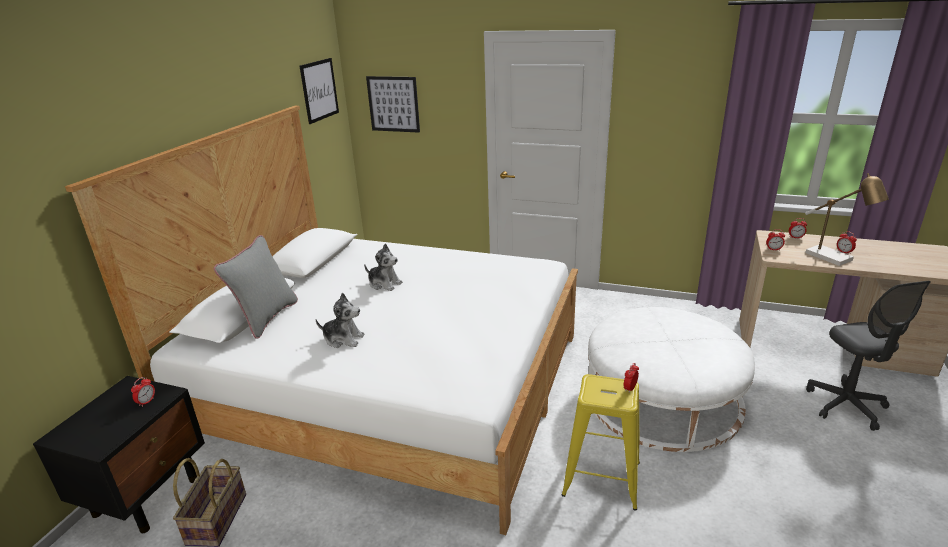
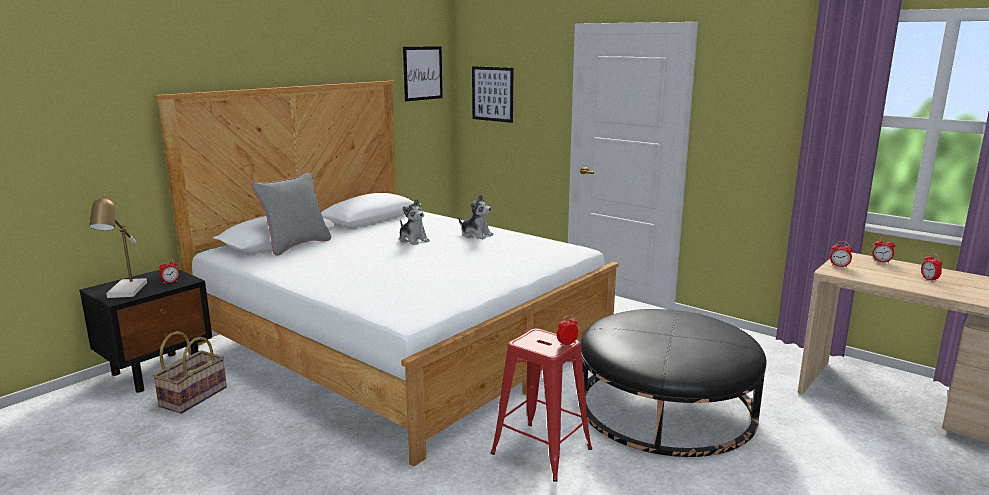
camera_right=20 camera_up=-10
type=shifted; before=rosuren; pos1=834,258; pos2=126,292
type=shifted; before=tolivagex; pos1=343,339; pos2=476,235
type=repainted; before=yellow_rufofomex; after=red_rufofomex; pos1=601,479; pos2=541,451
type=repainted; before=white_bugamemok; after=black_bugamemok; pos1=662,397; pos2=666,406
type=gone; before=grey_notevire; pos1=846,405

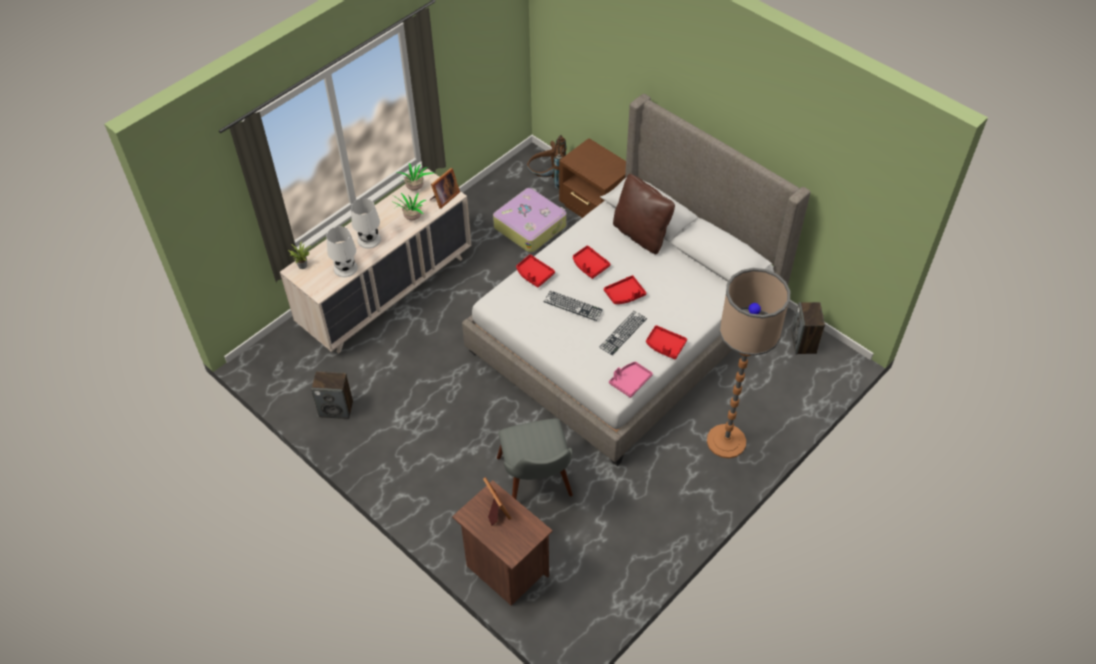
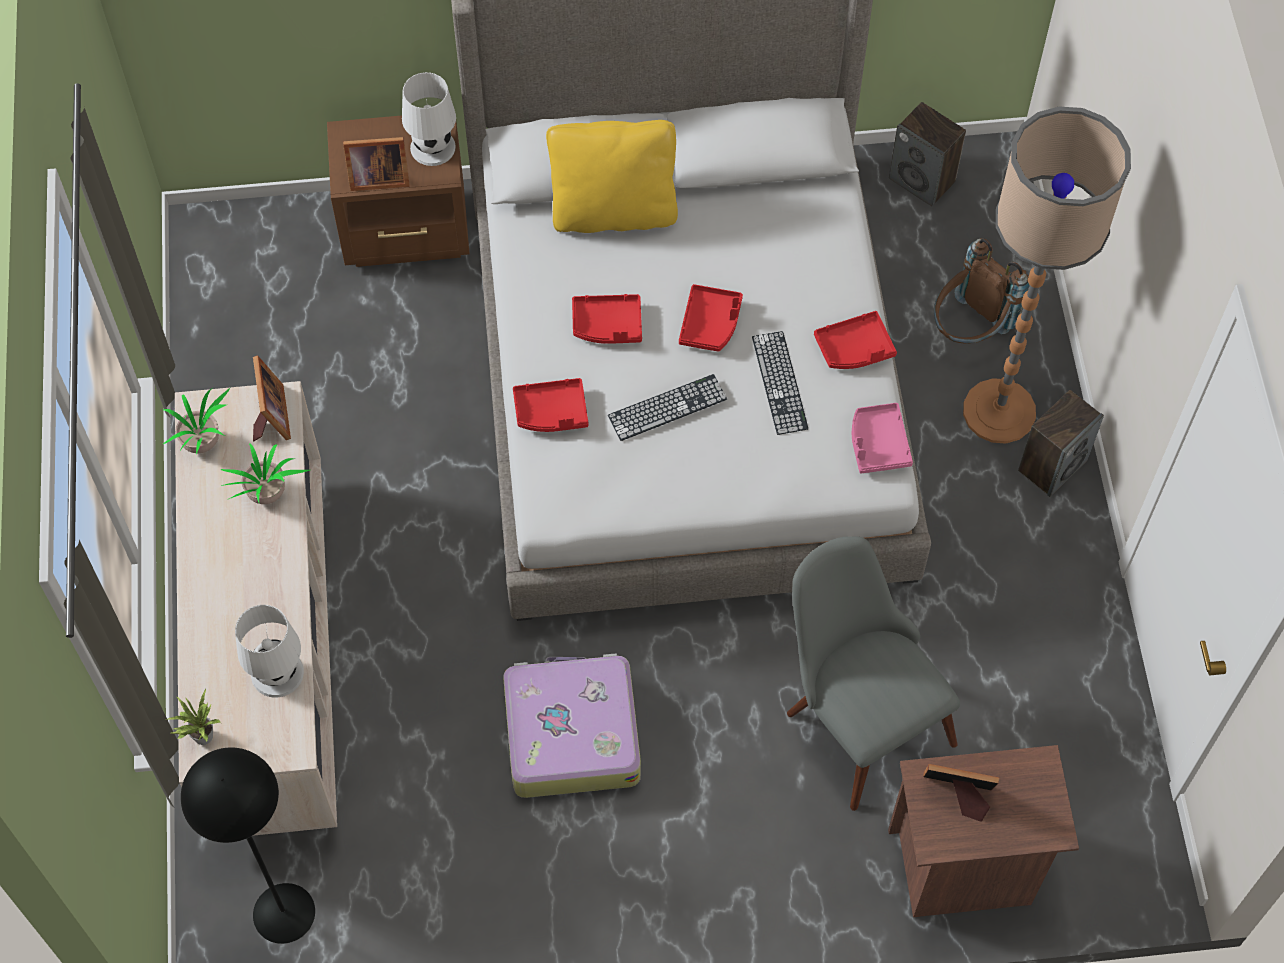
camera_right=-50 camera_up=10
type=new; after=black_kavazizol; pos2=284,913
type=new; after=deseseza; pos2=376,177
type=shifted; before=white_rosuren; pos1=369,240; pos2=433,147
type=shifted; before=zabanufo; pos1=530,226; pos2=571,733
type=repainted; before=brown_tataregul; after=yellow_tataregul; pos1=641,234; pos2=613,211
type=rotated; before=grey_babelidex; pos1=538,485; pos2=856,712; turn=-150
type=shifted; before=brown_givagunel; pos1=548,179; pos2=969,330
type=shifted; before=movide; pos1=336,408; pos2=1052,465

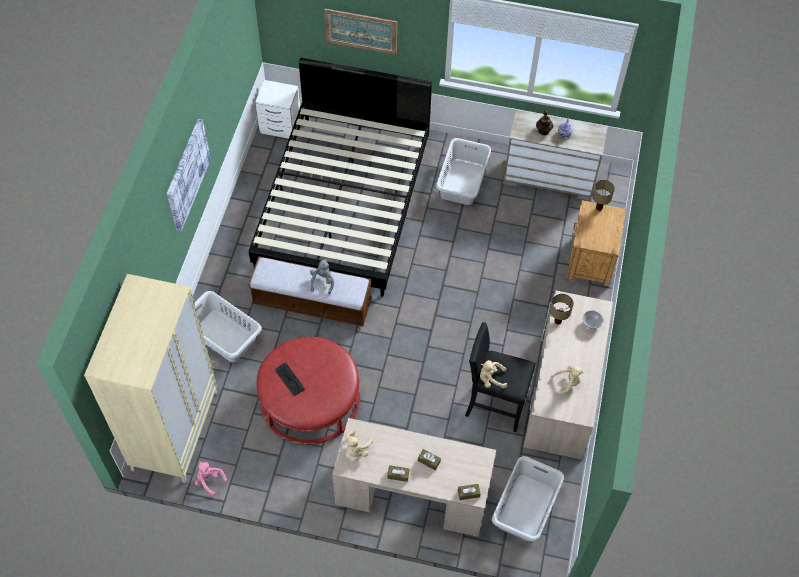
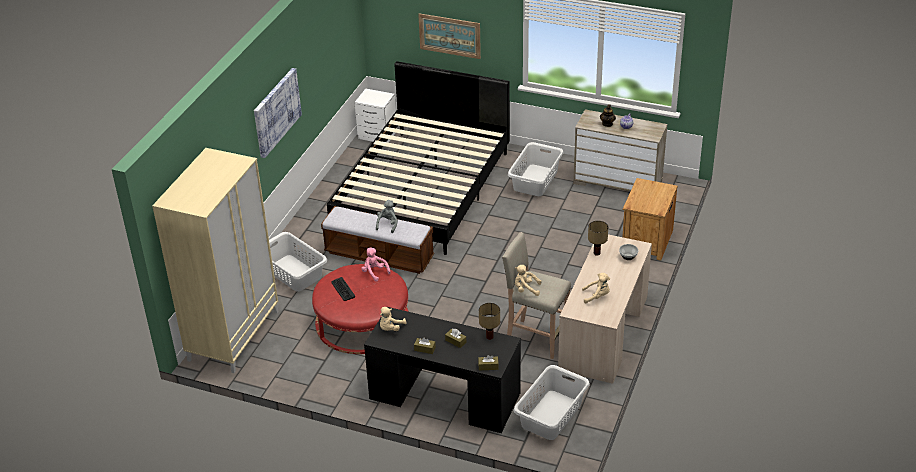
camera_right=10 camera_up=-20
type=shifted; before=pink_tolivagex; pos1=209,480; pos2=374,272
type=repainted; before=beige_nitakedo; after=black_nitakedo; pos1=412,492; pos2=444,395
type=shifted; before=rosuren; pos1=598,208; pos2=489,337
type=repainted; before=black_rufofomex; after=beige_rufofomex; pos1=494,405; pos2=535,338

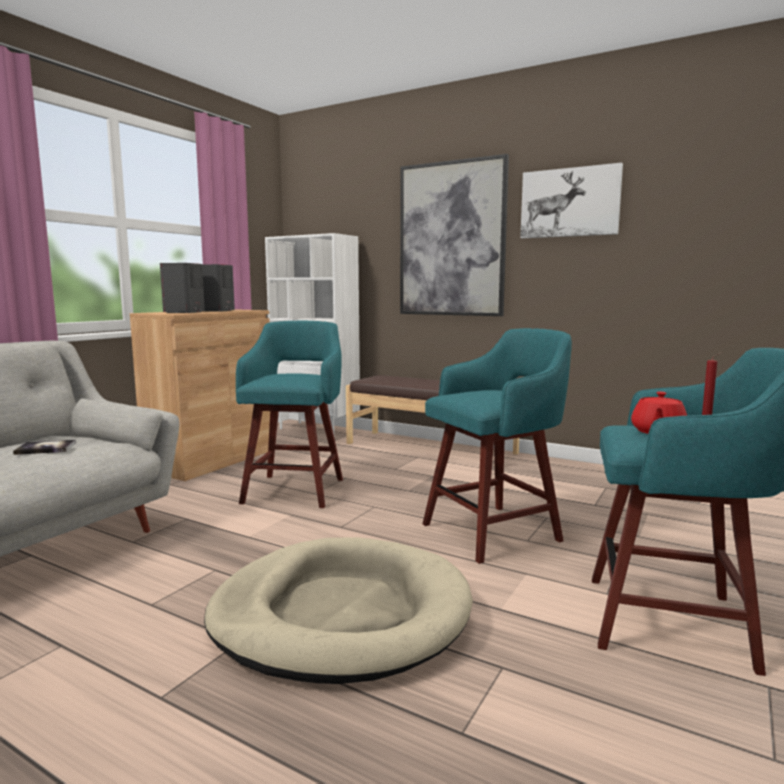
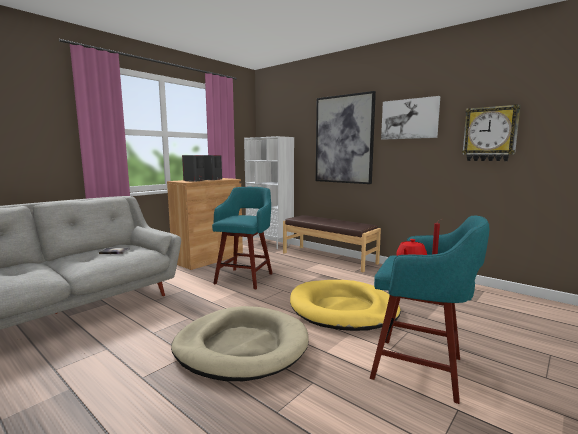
camera_right=10 camera_up=0
type=swapped; before=turquoise_rufofomex; after=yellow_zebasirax; pos1=494,532; pos2=343,309
type=new; after=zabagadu; pos2=490,134

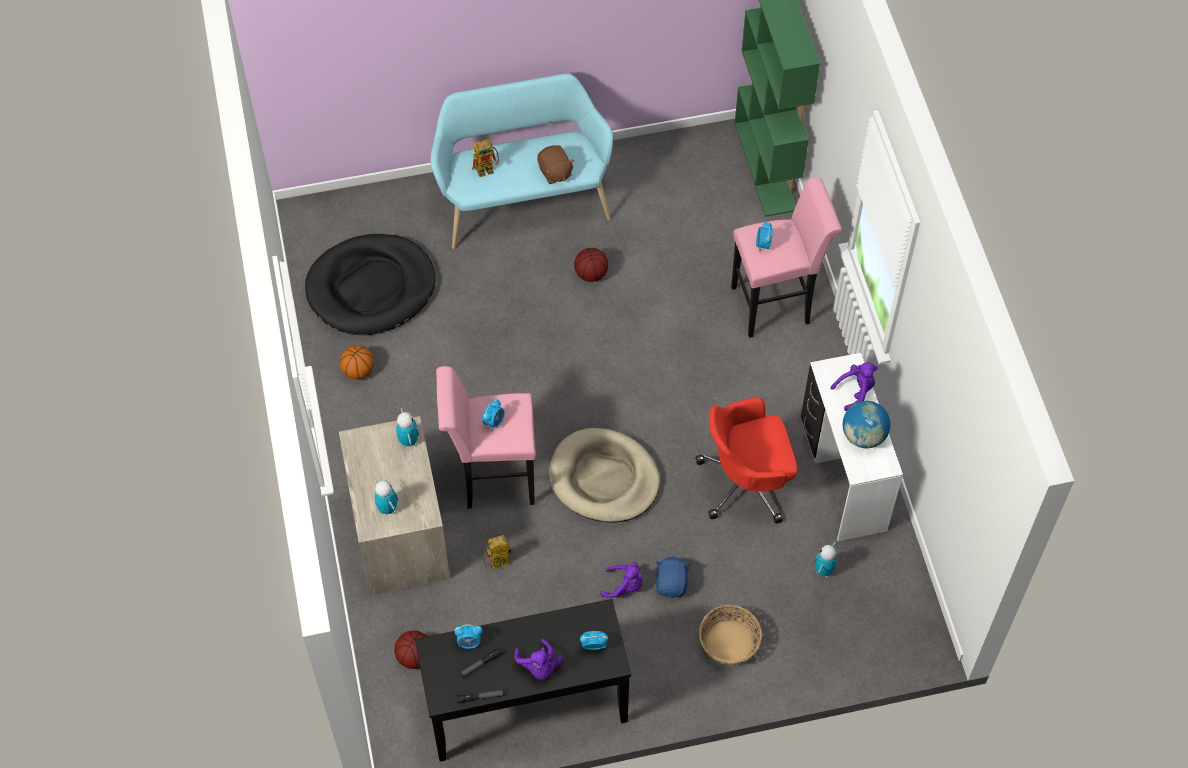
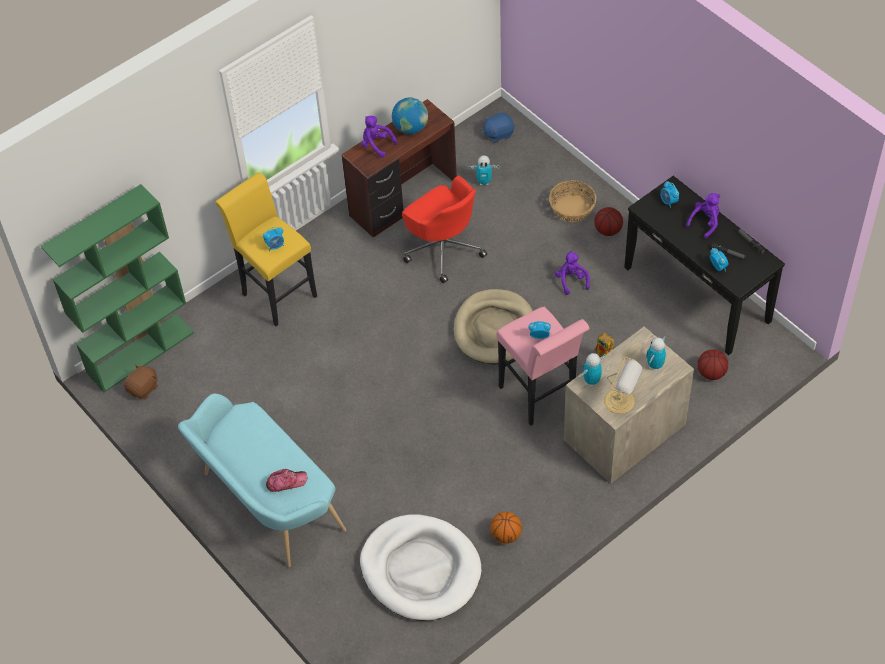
camera_right=-115 camera_up=-5
type=shifted; before=brown_tolivagex; pos1=555,172; pos2=143,388
type=repainted; before=pink_rufofomex; after=yellow_rufofomex; pos1=776,304; pos2=276,292
type=swapped; before=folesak; after=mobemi; pos1=488,168; pos2=286,482
type=repainted; before=white_nitakedo; after=brown_nitakedo; pos1=841,476; pos2=404,200
type=repainted; before=black_zebasirax; after=white_zebasirax; pos1=371,288; pos2=420,570
type=shifted; before=blue_tolivagex; pos1=671,583; pos2=498,134
type=shifted; before=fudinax; pos1=591,274; pos2=608,230
type=new; after=rosuren; pos2=621,401

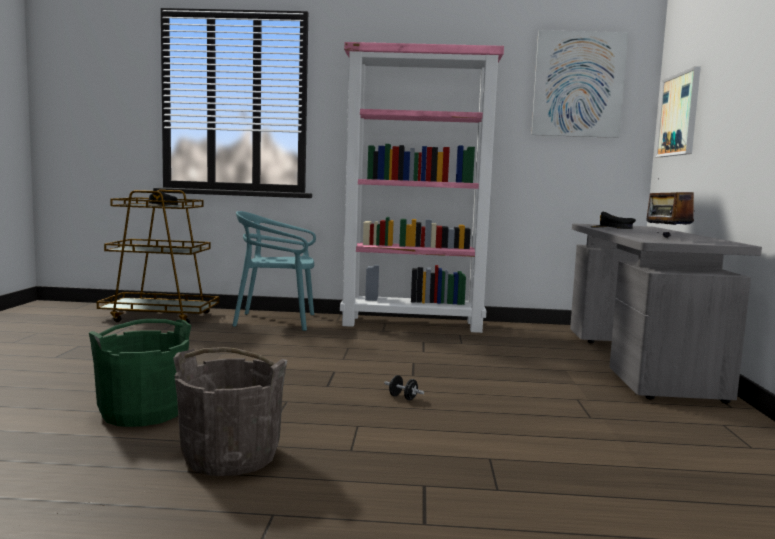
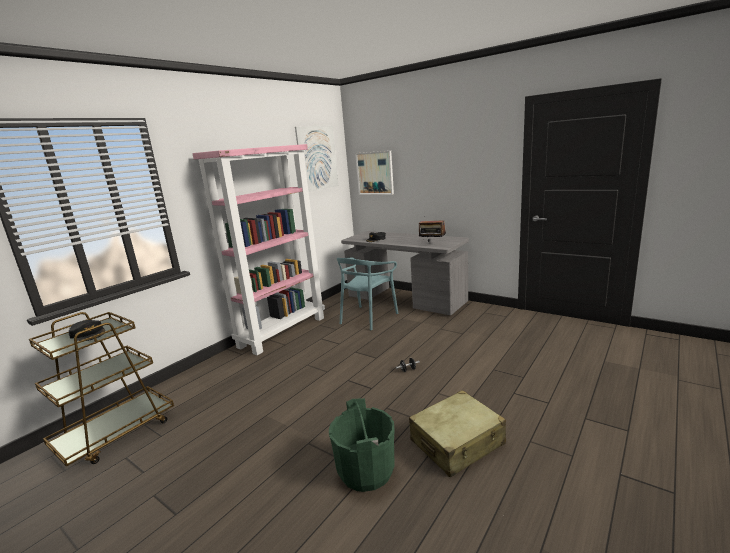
camera_right=-55 camera_up=10
type=shifted; before=turquoise_babelidex; pos1=276,321; pos2=368,318
type=swapped; before=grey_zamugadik; after=beige_zabanufo; pos1=231,456; pos2=457,443

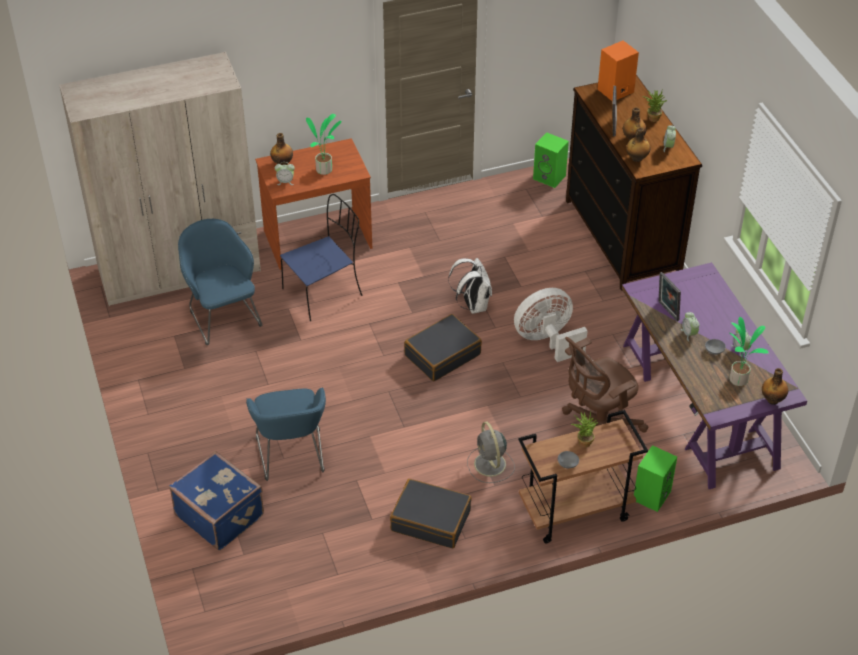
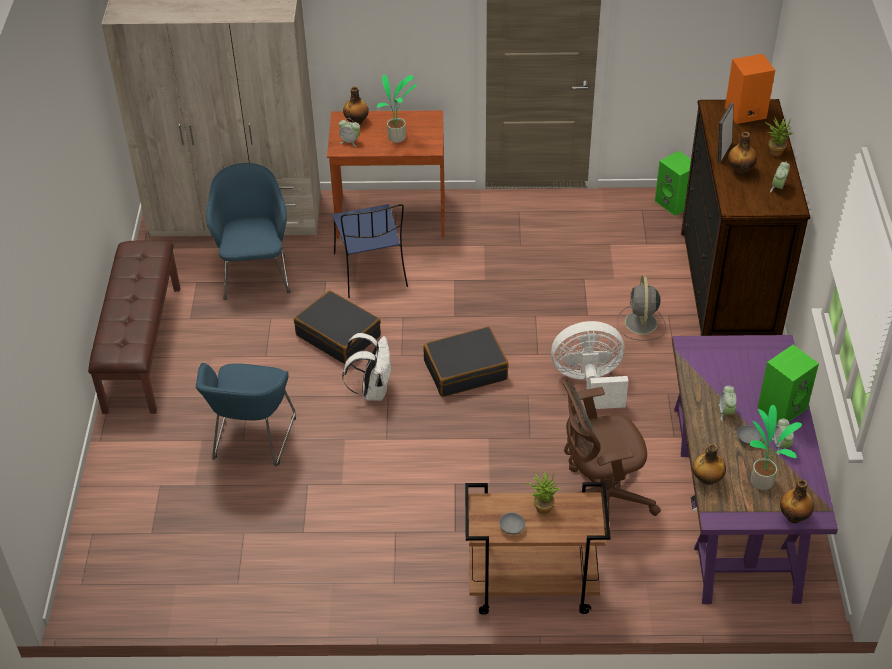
camera_right=20 camera_up=0
type=new; after=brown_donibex; pos2=142,348
type=shifted; before=black_zabanufo; pos1=431,520; pos2=338,335
type=rotated; before=blue_babelidex; pos1=324,291; pos2=371,272; turn=90
type=shifted; before=white_givagunel; pos1=472,305; pos2=372,390
type=shifted; before=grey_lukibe; pos1=490,465; pos2=641,324
type=shifted; before=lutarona; pos1=636,158; pos2=706,479
type=shifted; before=green_movide; pos1=651,494; pos2=782,406
type=gone; before=blue_zabanufo; pos1=220,514
type=gone; before=deseseza; pos1=667,311

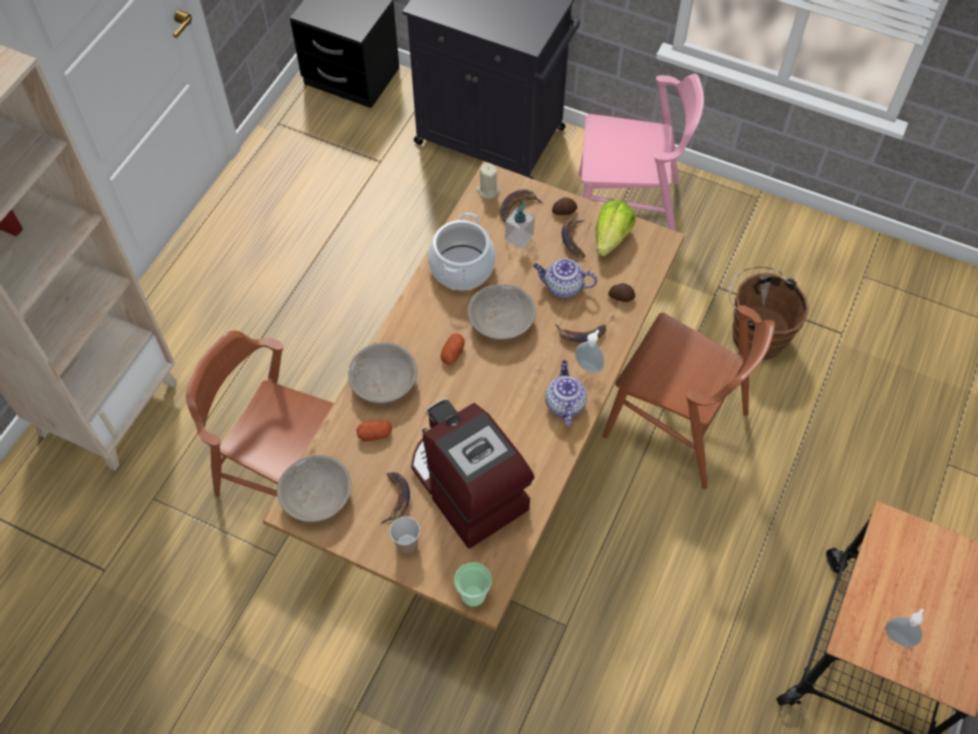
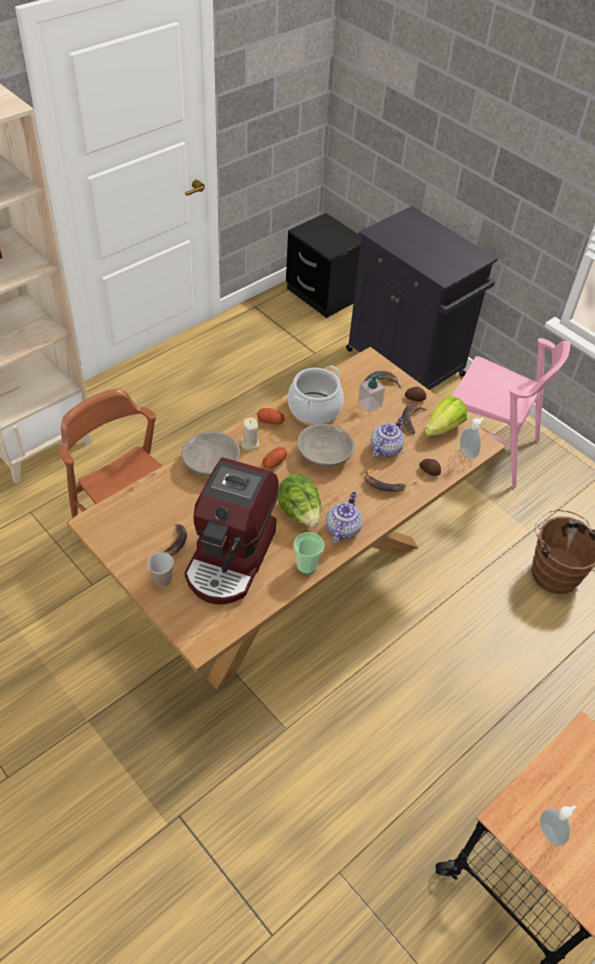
camera_right=20 camera_up=-10
type=rotated; before=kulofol; pos1=466,487; pos2=231,558; turn=-150
type=shifted; before=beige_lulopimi; pos1=488,191; pos2=249,443
type=shifted; before=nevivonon; pos1=375,434; pos2=270,421
type=new; after=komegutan; pos2=300,513
type=shifted; before=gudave; pos1=473,595; pos2=306,566
type=rotated; before=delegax; pos1=562,287; pos2=385,448; turn=90
type=shifted; before=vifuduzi; pos1=589,366; pos2=468,453
type=gone; before=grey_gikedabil; pos1=316,496
type=gone; before=brown_babelidex; pos1=676,425

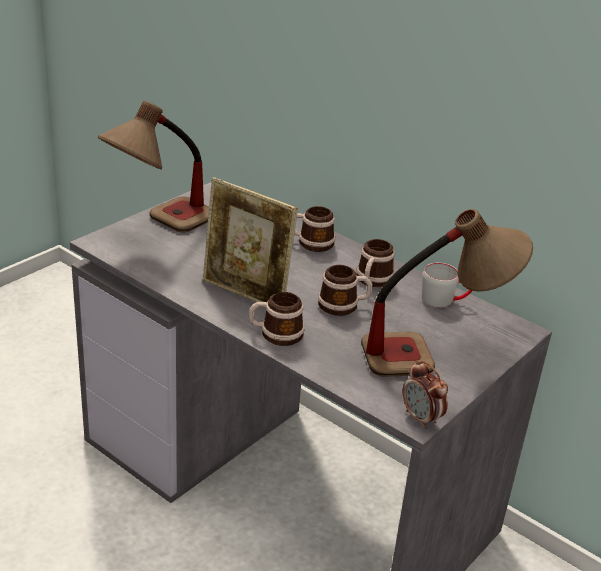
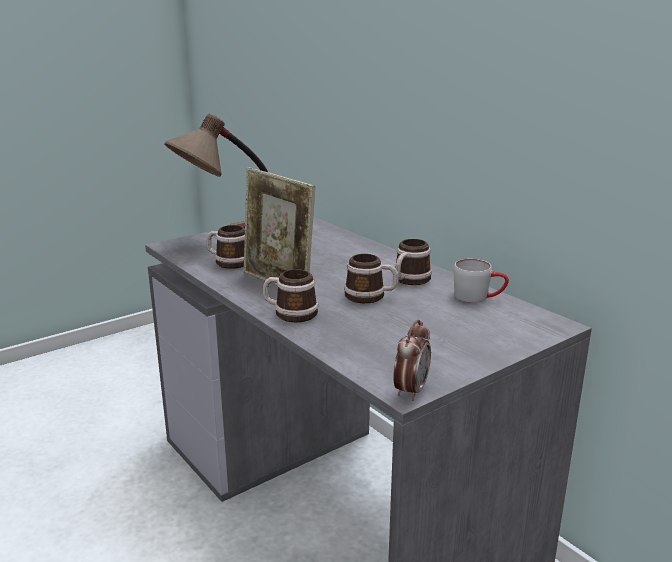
camera_right=15 camera_up=-10
type=shifted; before=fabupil; pos1=310,243; pos2=228,262
type=rotated; before=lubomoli; pos1=421,418; pos2=411,391; turn=-135
type=gone; before=rosuren; pos1=434,355

